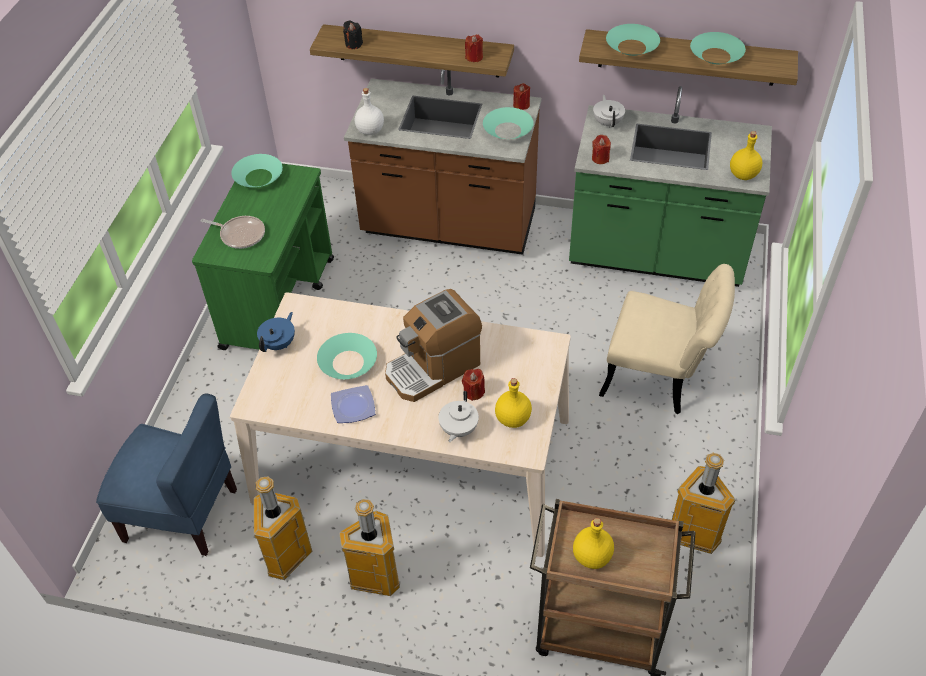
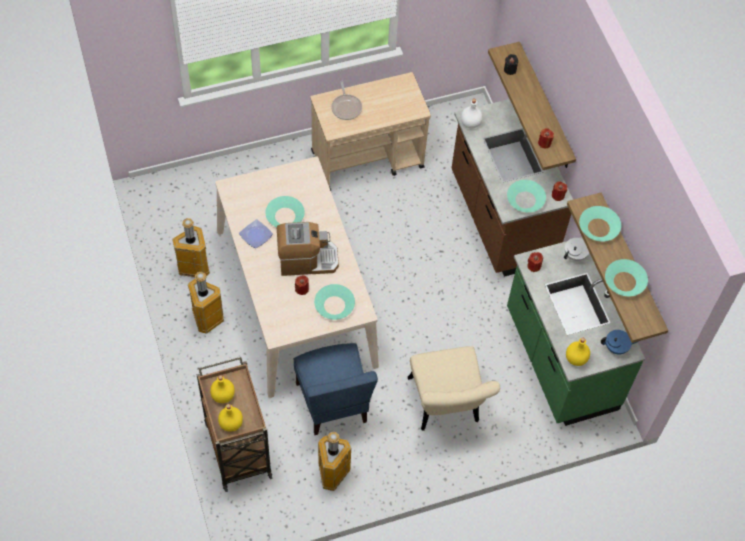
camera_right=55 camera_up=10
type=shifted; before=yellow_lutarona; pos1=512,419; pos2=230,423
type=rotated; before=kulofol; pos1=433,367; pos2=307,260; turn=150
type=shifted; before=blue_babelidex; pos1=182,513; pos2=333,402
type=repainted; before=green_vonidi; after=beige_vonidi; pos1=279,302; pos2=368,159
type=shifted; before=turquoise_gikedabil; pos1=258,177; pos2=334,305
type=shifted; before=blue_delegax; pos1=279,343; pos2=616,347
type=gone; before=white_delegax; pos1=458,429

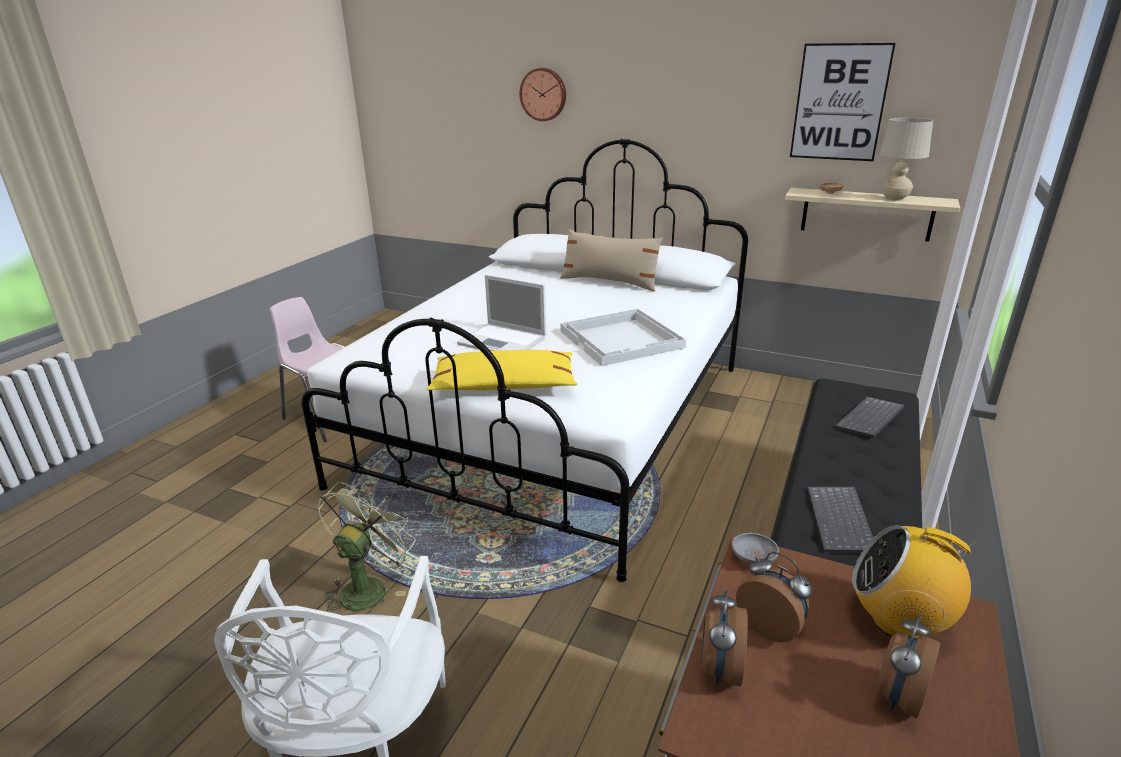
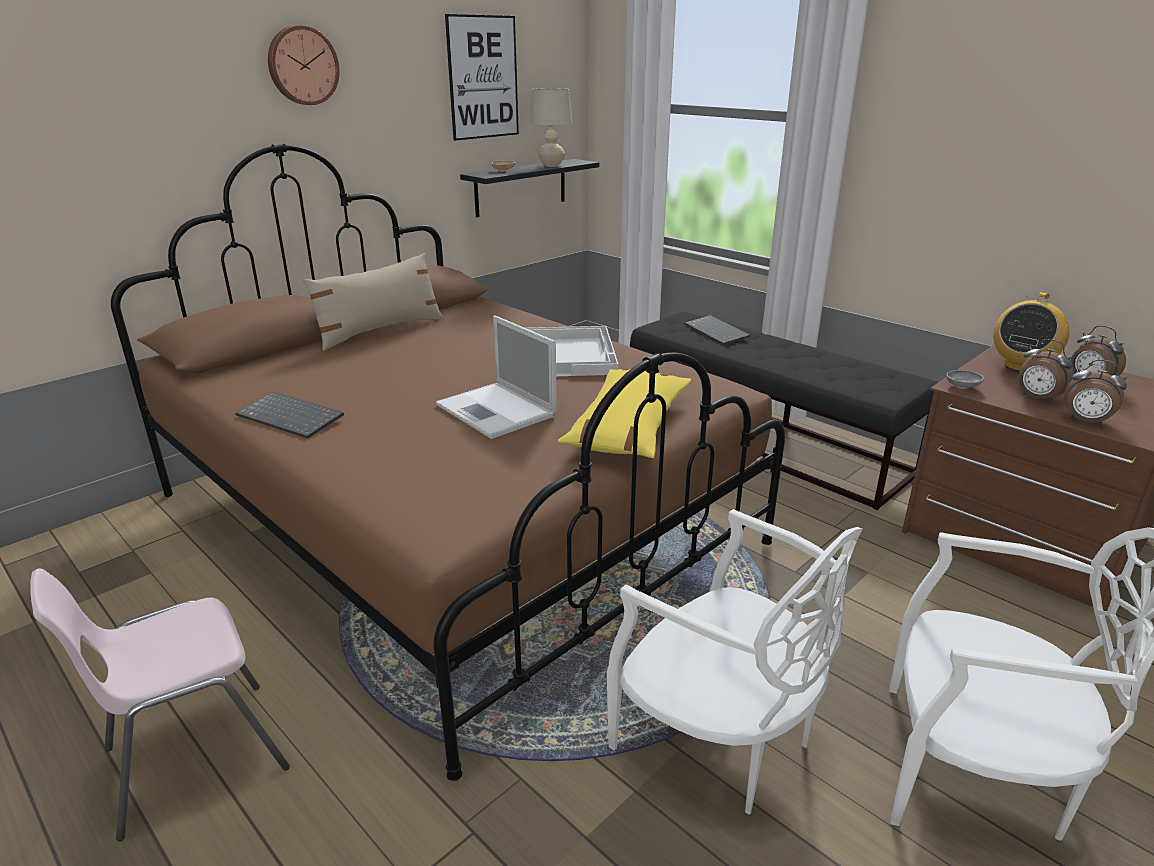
camera_right=-70 camera_up=0
type=repainted; before=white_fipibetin; after=brown_fipibetin; pos1=557,422; pos2=453,518
type=shifted; before=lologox; pos1=842,522; pos2=292,417
type=shifted; before=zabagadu; pos1=543,94; pos2=302,65
type=rotated; before=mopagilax; pos1=504,341; pos2=497,411; turn=90
type=repainted; before=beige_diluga; after=black_diluga; pos1=866,214; pos2=521,187
type=swapped; before=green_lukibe; after=white_babelidex; pos1=368,586; pos2=719,739
type=rotated; before=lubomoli; pos1=770,626; pos2=1036,398; turn=-105

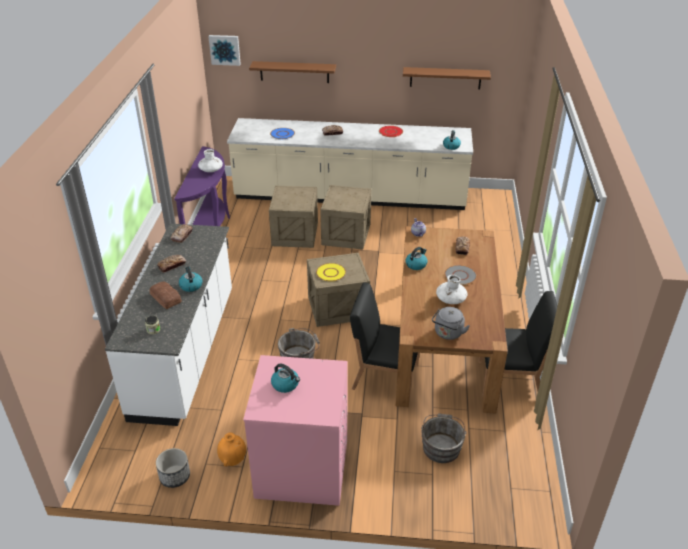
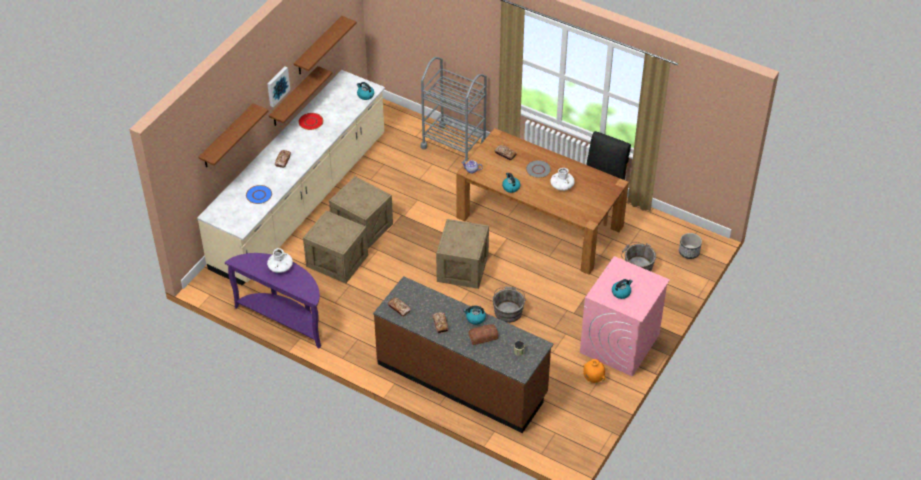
camera_right=-65 camera_up=10
type=shifted; before=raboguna; pos1=225,49; pos2=277,86
type=new; after=brown_diluga; pos2=294,97
type=repainted; before=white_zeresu; after=brown_zeresu; pos1=186,353; pos2=462,379
type=new; after=grey_vonidi; pos2=454,145
type=shifted; before=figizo; pos1=175,476; pos2=689,252
type=gone; before=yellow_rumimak; pos1=331,273
type=gone; before=black_babelidex; pos1=384,376
type=gone; before=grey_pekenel; pos1=448,334

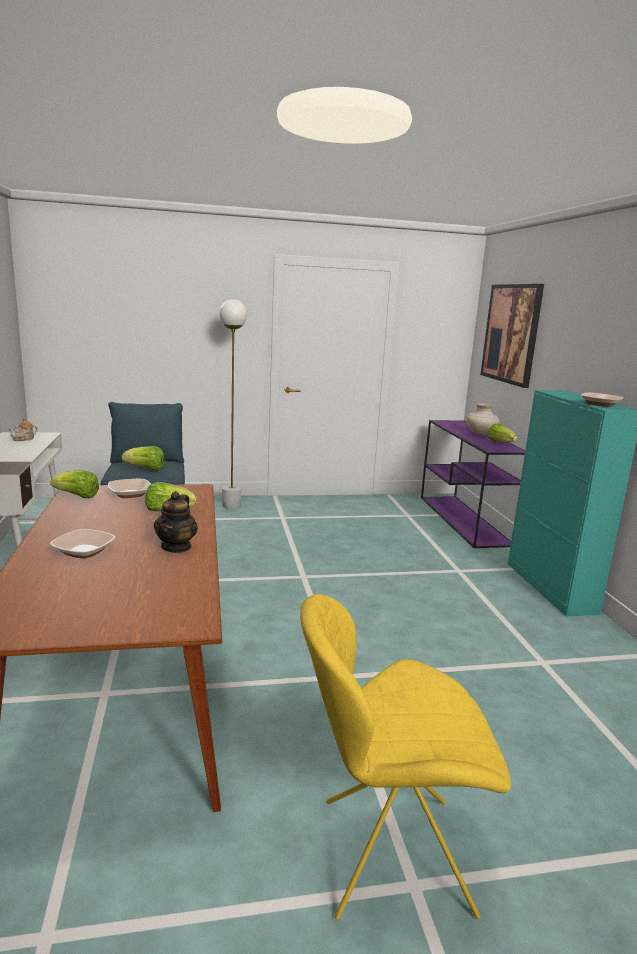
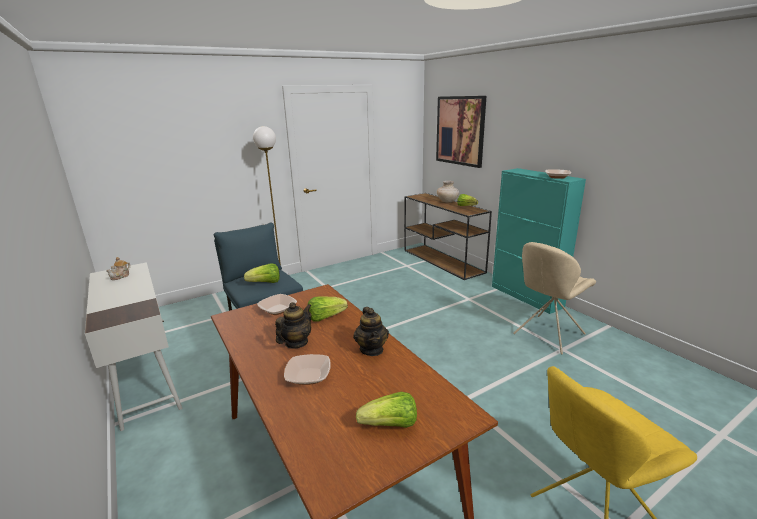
camera_right=-20 camera_up=5
type=new; after=delegax; pos2=296,343
type=shifted; before=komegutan; pos1=77,496; pos2=390,425
type=repainted; before=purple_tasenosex; after=brown_tasenosex; pos1=464,520; pos2=443,261
type=new; after=beige_babelidex; pos2=547,335

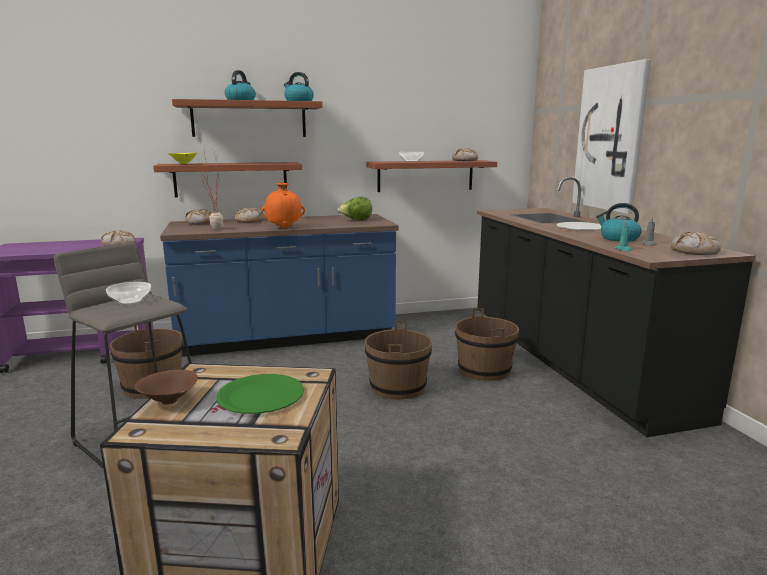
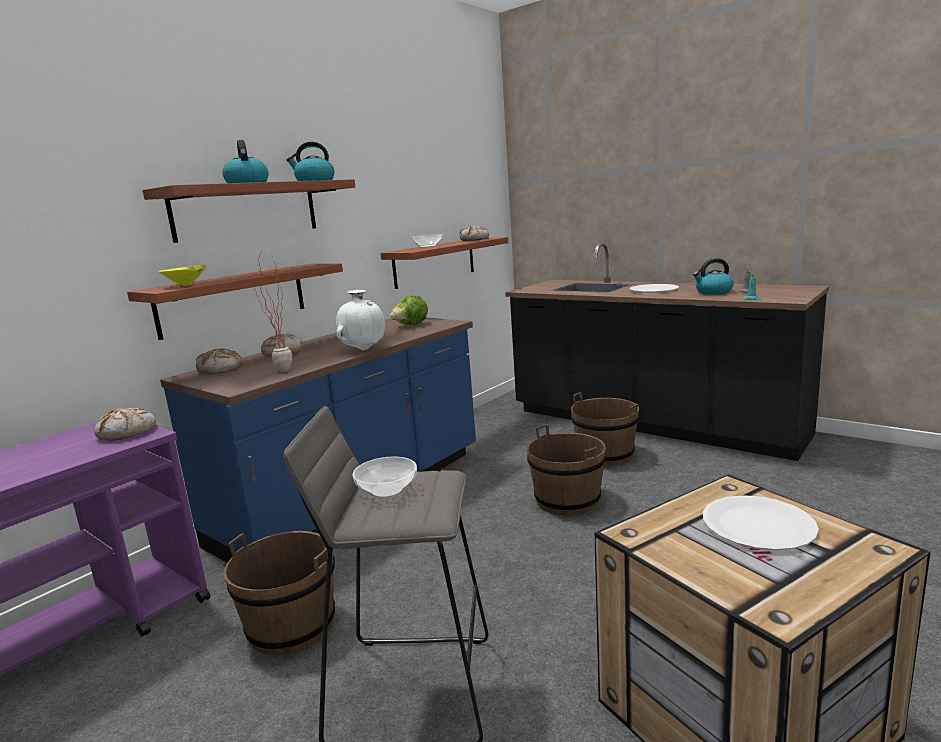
camera_right=-35 camera_up=0
type=repainted; before=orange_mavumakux; after=white_mavumakux; pos1=284,228; pos2=364,350
type=repainted; before=green_rumimak; after=white_rumimak; pos1=261,396; pos2=757,525
type=gone; before=brown_gikedabil; pos1=169,402
type=gone; before=raboguna; pos1=610,138
type=gone; before=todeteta; pos1=694,252

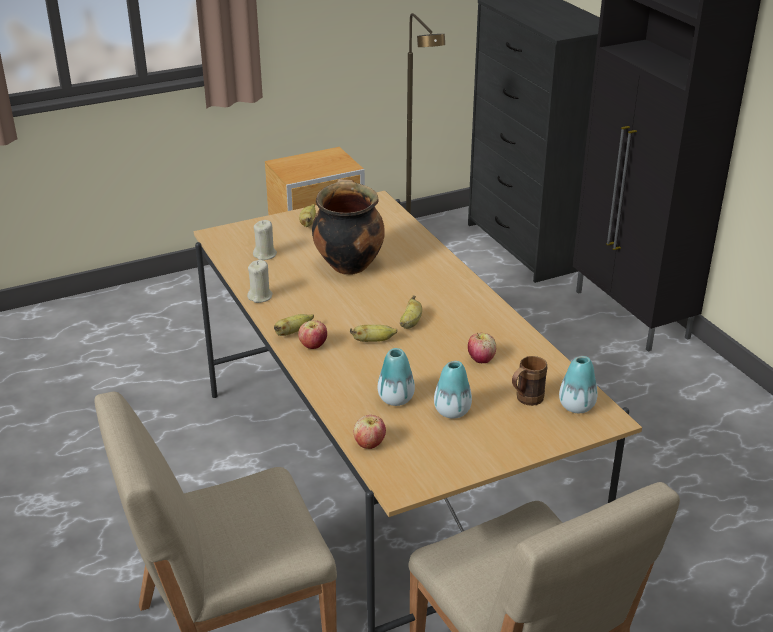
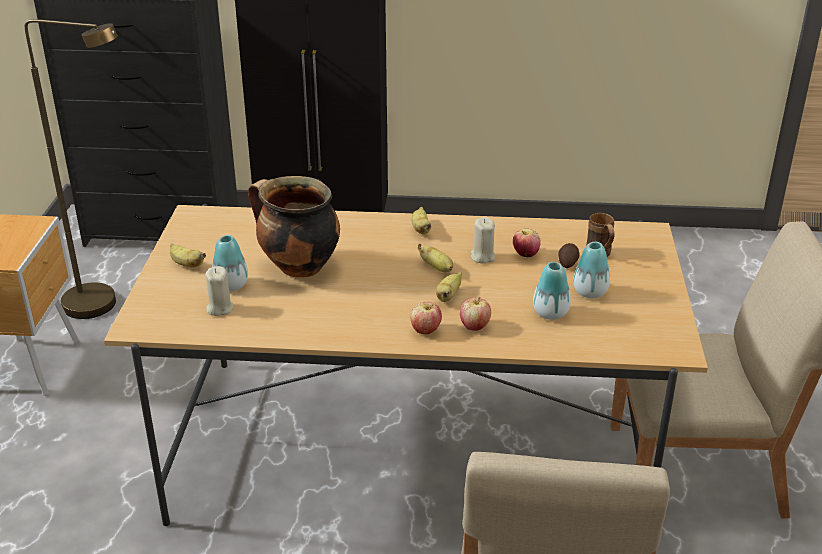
camera_right=-60 camera_up=0
type=shifted; before=mavumakux; pos1=576,406; pos2=231,285
type=shifted; before=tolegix; pos1=293,332; pos2=421,229
type=shifted; before=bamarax; pos1=369,444; pos2=475,326
type=shifted; before=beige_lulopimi; pos1=260,296; pos2=482,257
type=new; after=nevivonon; pos2=567,263

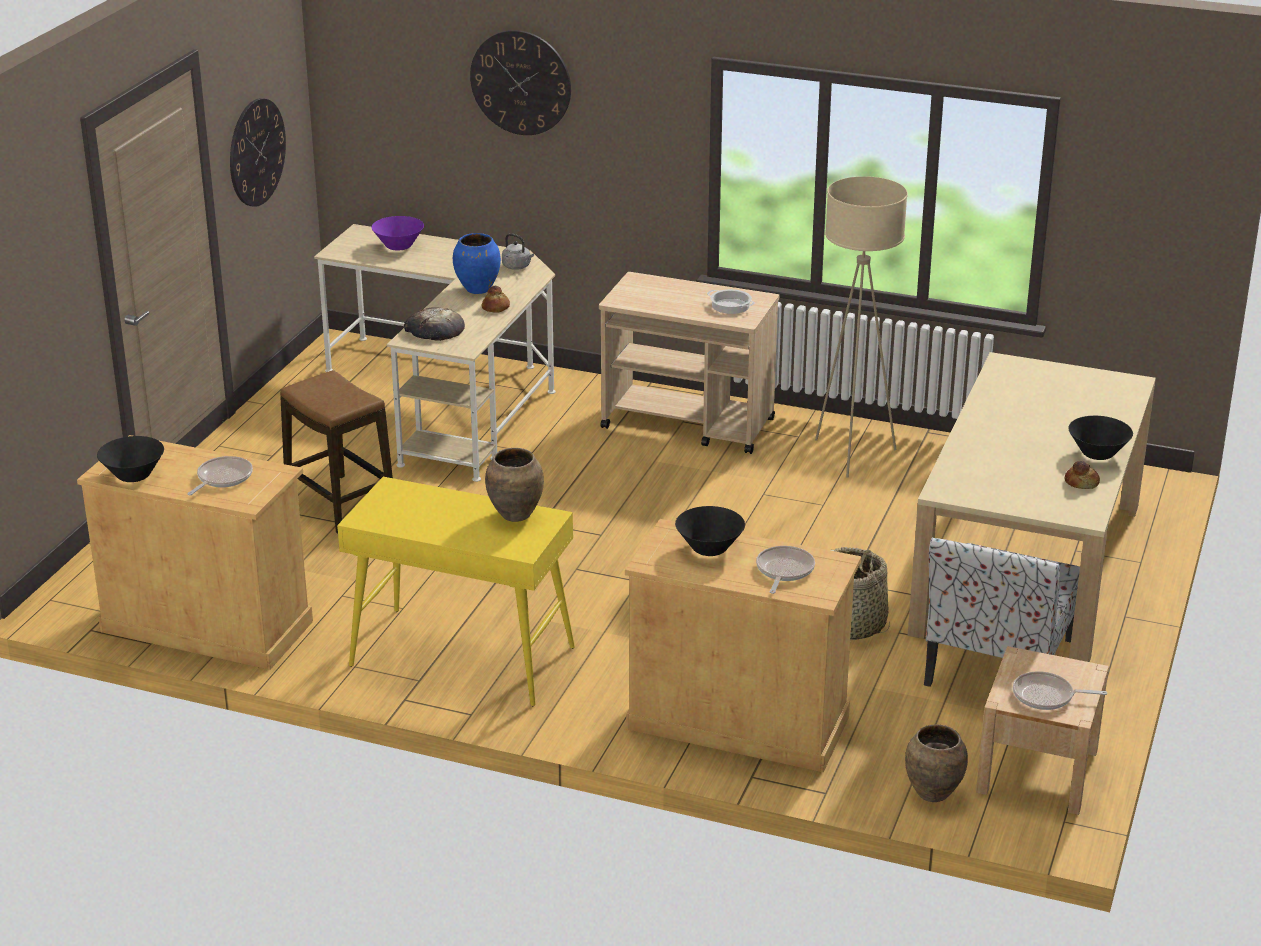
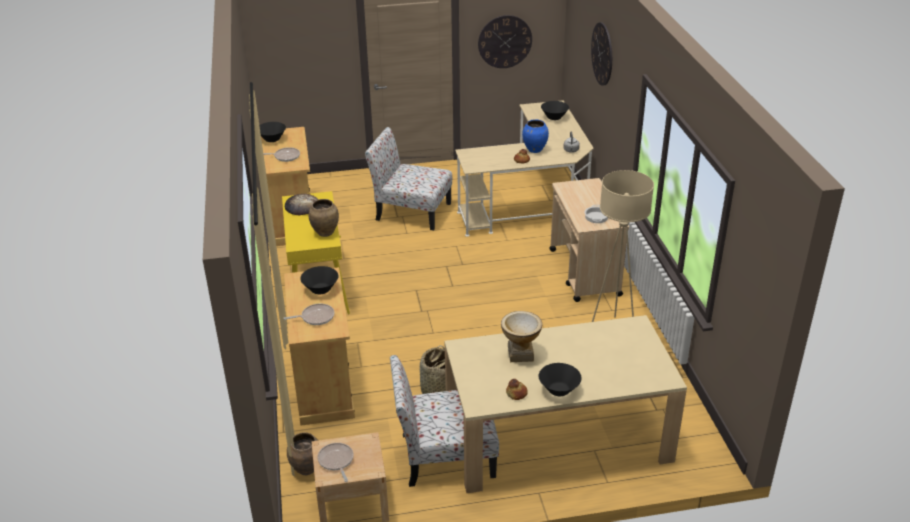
camera_right=60 camera_up=5
type=shifted; before=todeteta; pos1=434,329; pos2=301,206
type=swapped; before=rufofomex; after=babelidex; pos1=340,504; pos2=411,211
type=new; after=mavumakux; pos2=520,354
type=repainted; before=purple_gikedabil; after=black_gikedabil; pos1=398,246; pos2=554,117

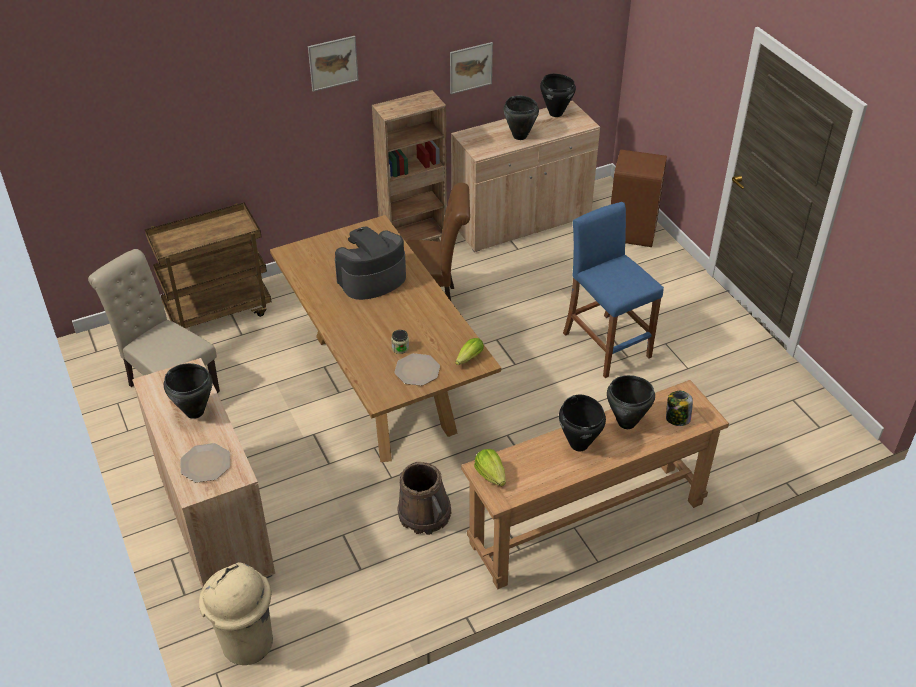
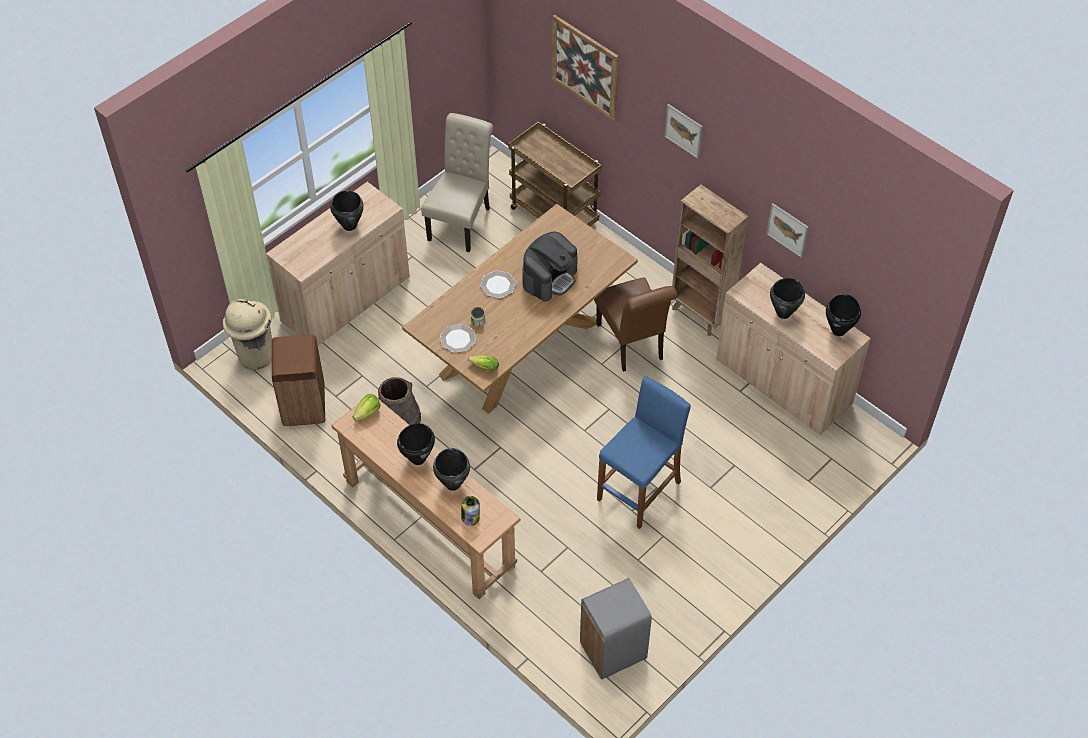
camera_right=70 camera_up=10
type=shifted; before=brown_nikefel; pos1=632,233; pos2=303,406
type=shifted; before=rumimak; pos1=205,464; pos2=497,285
type=rotated; before=kulofol; pos1=371,279; pos2=549,278; turn=90
type=new; after=raboguna; pos2=585,67
type=new; after=grey_nikefel; pos2=613,651

